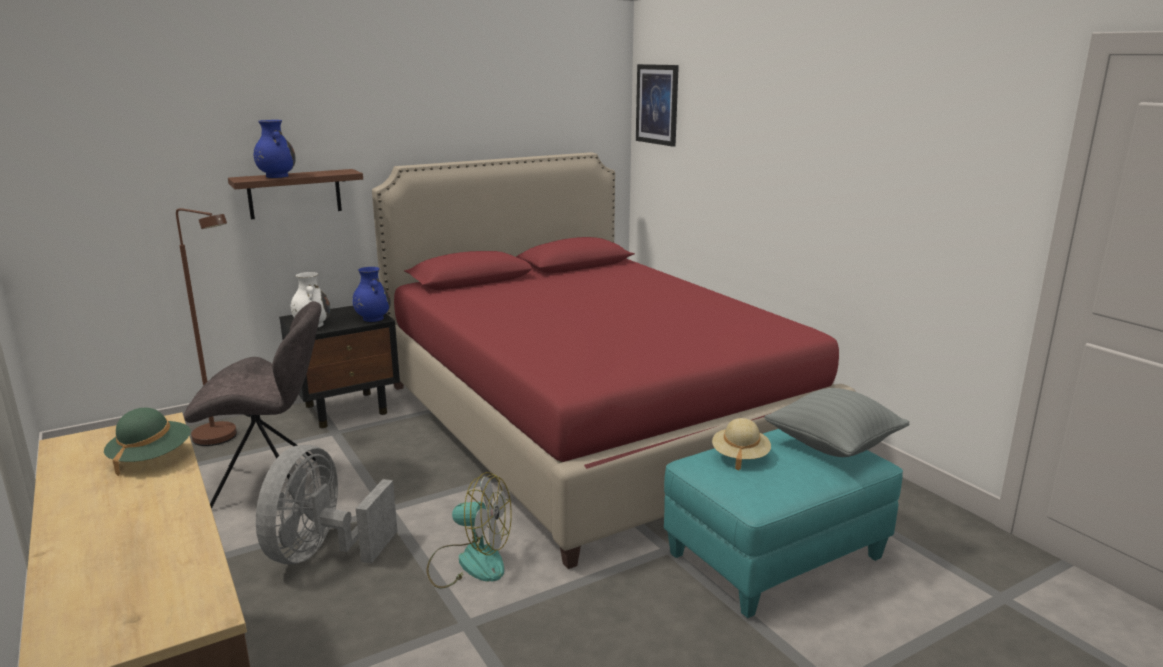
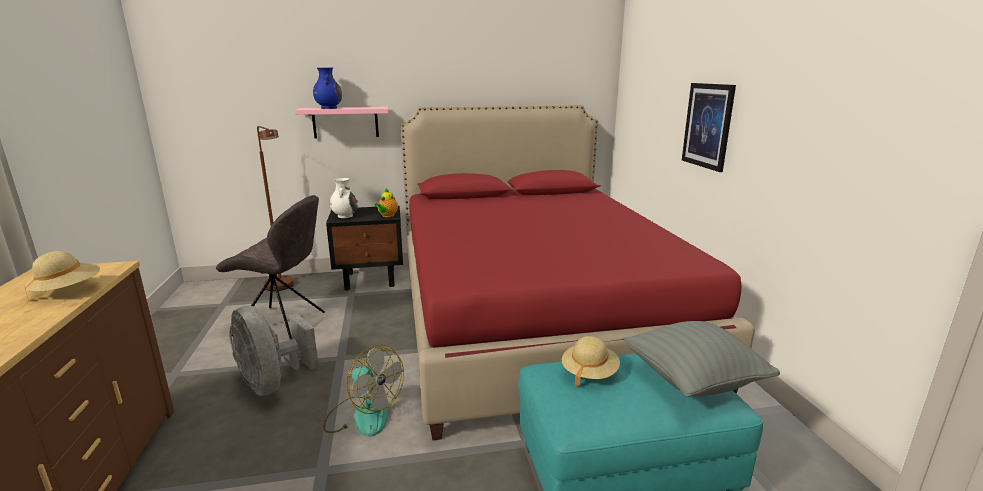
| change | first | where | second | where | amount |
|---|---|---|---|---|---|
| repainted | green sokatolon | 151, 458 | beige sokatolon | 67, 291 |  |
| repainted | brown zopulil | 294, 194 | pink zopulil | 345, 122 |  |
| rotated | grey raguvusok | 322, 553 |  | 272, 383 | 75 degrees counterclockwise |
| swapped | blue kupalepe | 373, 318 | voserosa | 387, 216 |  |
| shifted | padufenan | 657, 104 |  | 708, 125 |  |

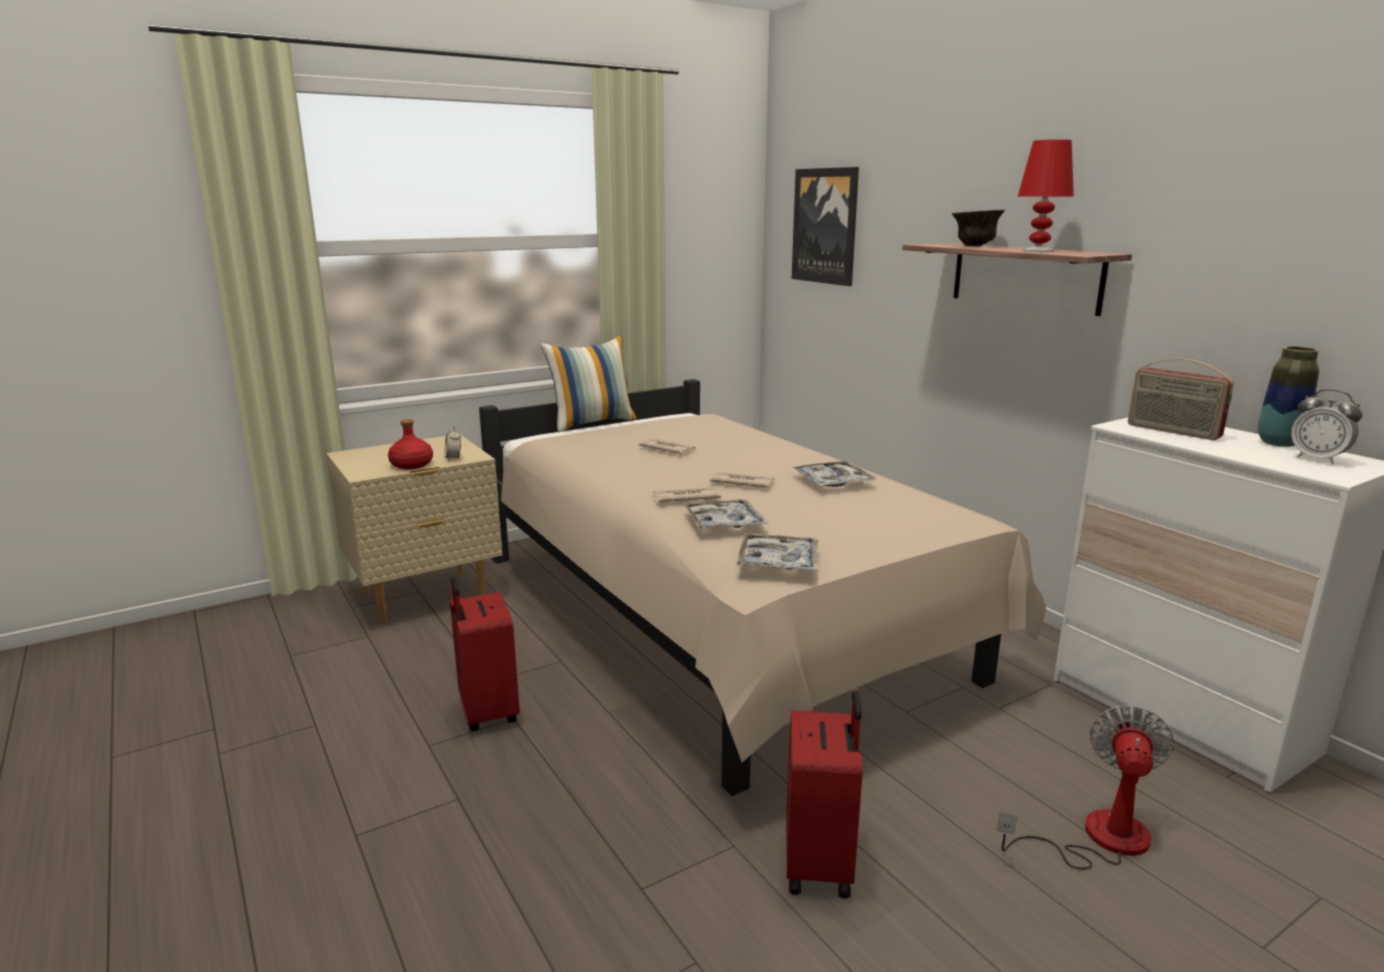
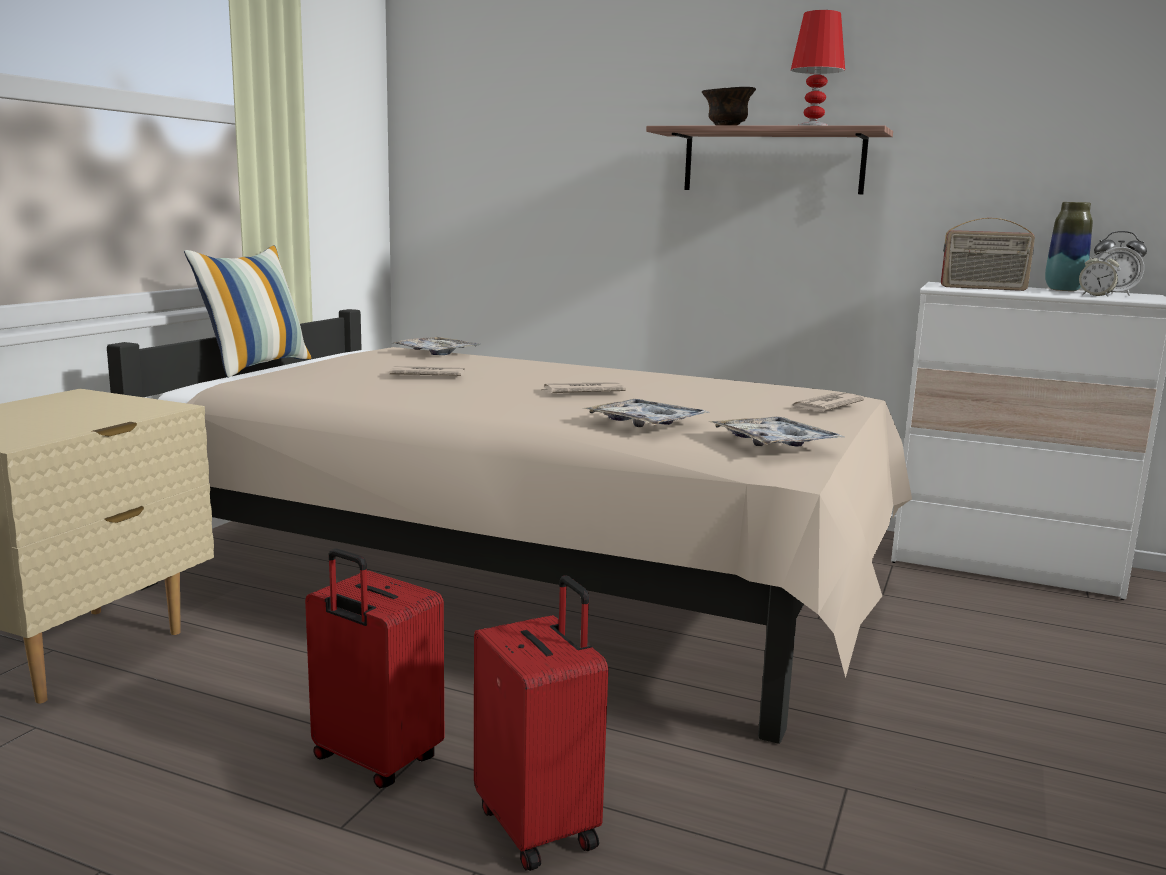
| change | first | where | second | where | amount |
|---|---|---|---|---|---|
| gone | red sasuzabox | 412, 465 |  |  |  |
| shifted | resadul | 453, 458 |  | 1095, 296 |  |
| shifted | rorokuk | 685, 498 |  | 825, 406 |  |
| shifted | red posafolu | 820, 864 |  | 540, 826 |  |
| gone | padufenan | 825, 226 |  |  |  |
| shifted | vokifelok | 833, 482 |  | 436, 353 |  |
| gone | raguvusok | 1097, 838 |  |  |  |

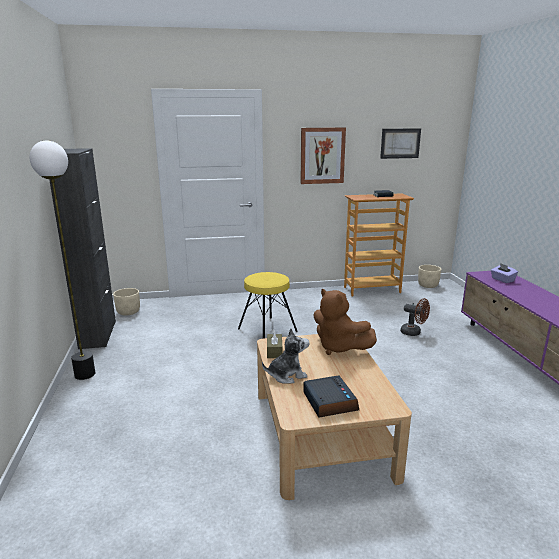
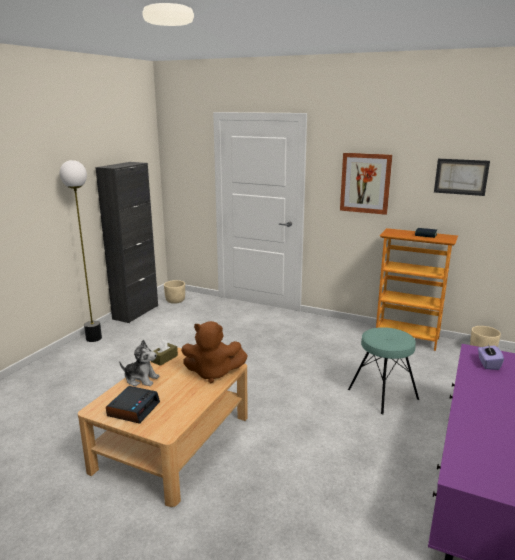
| change | first | where | second | where | amount |
|---|---|---|---|---|---|
| gone | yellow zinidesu | 267, 330 |  |  |  |
| rotated | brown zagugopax | 339, 347 |  | 213, 373 | 75 degrees counterclockwise |
| swapped | brown raguvusok | 413, 333 | turquoise zinidesu | 383, 394 |  |

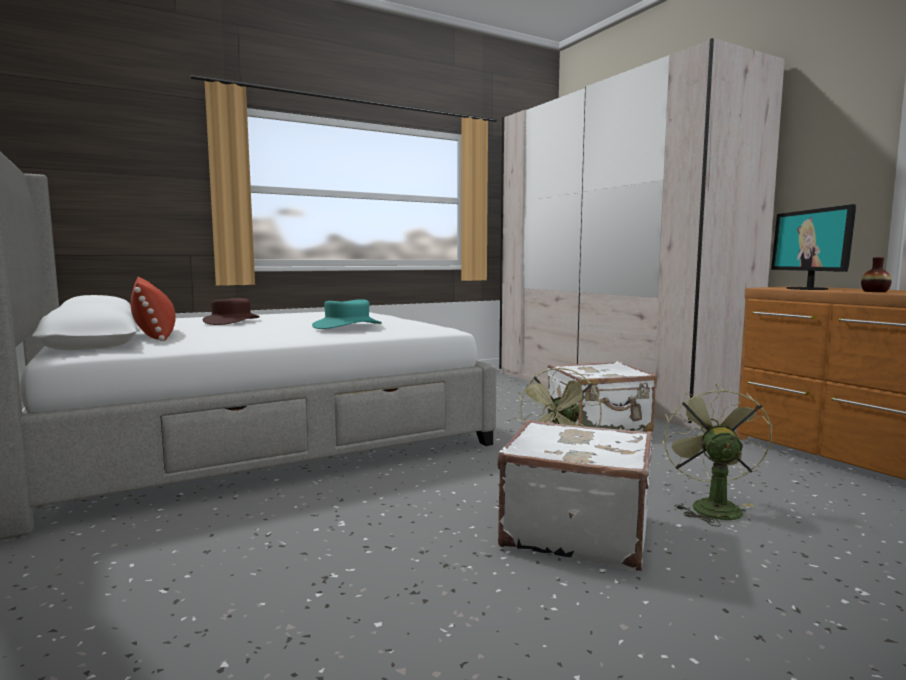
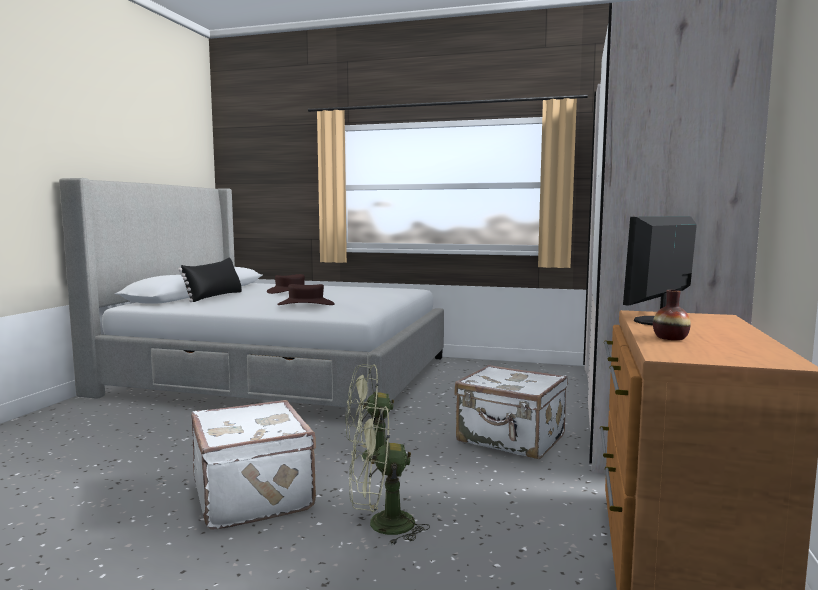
| change | first | where | second | where | amount |
|---|---|---|---|---|---|
| repainted | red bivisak | 155, 334 | black bivisak | 214, 296 |  |
| repainted | turquoise sokatolon | 347, 326 | brown sokatolon | 306, 304 |  |
| rotated | green raguvusok | 711, 506 |  | 381, 526 | 150 degrees counterclockwise |

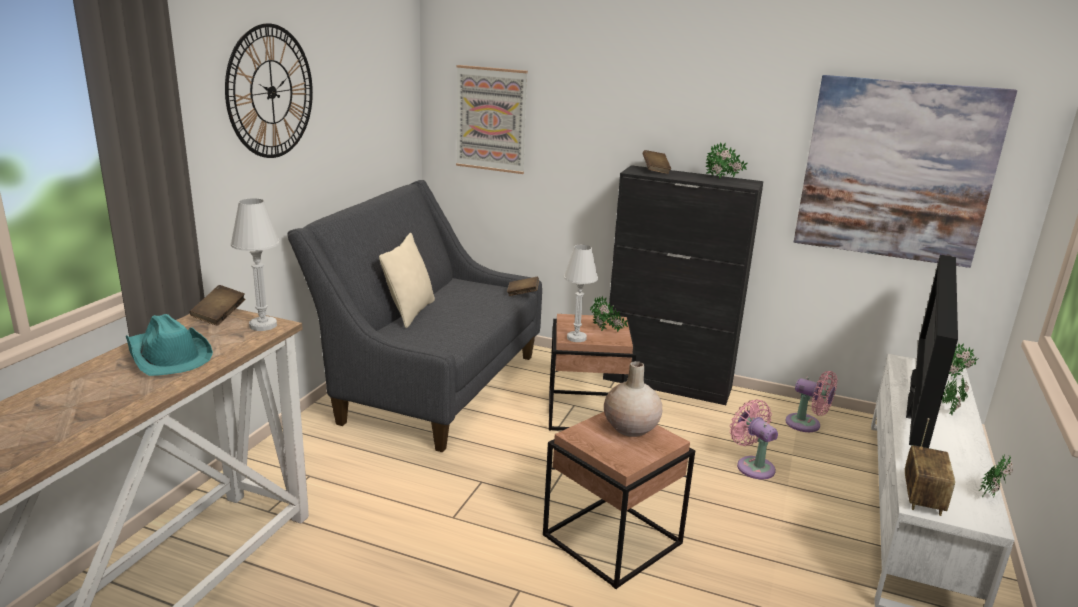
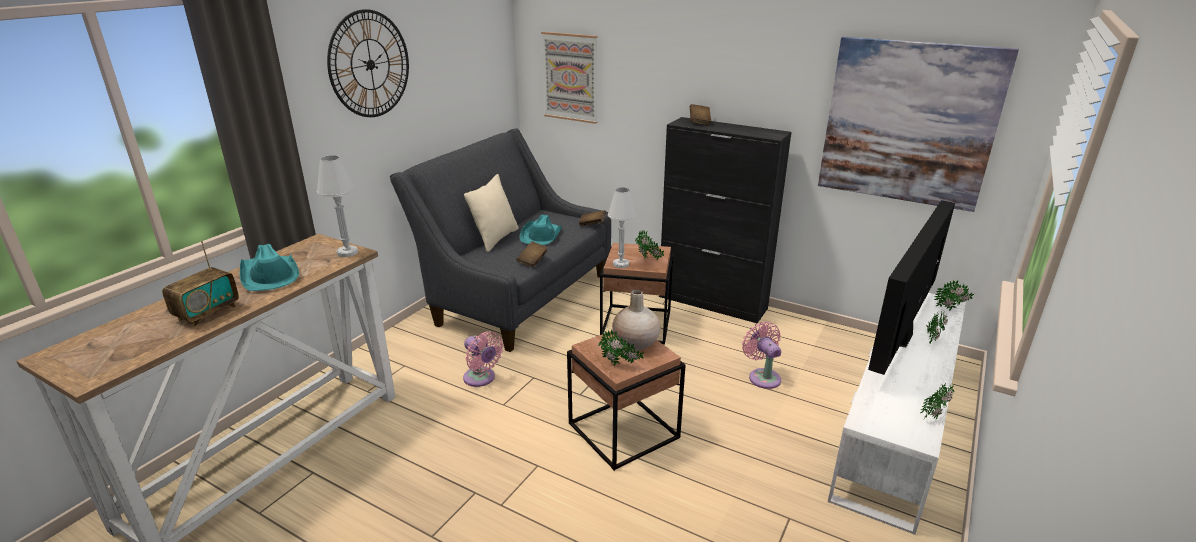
| change | first | where | second | where | amount |
|---|---|---|---|---|---|
| shifted | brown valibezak | 219, 316 |  | 532, 261 |  |
| shifted | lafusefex | 723, 178 |  | 620, 365 |  |
| shifted | pink raguvusok | 806, 425 |  | 481, 379 |  |
| shifted | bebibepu | 922, 498 |  | 207, 313 |  |
| new |  |  | turquoise sokatolon | 541, 235 |  |

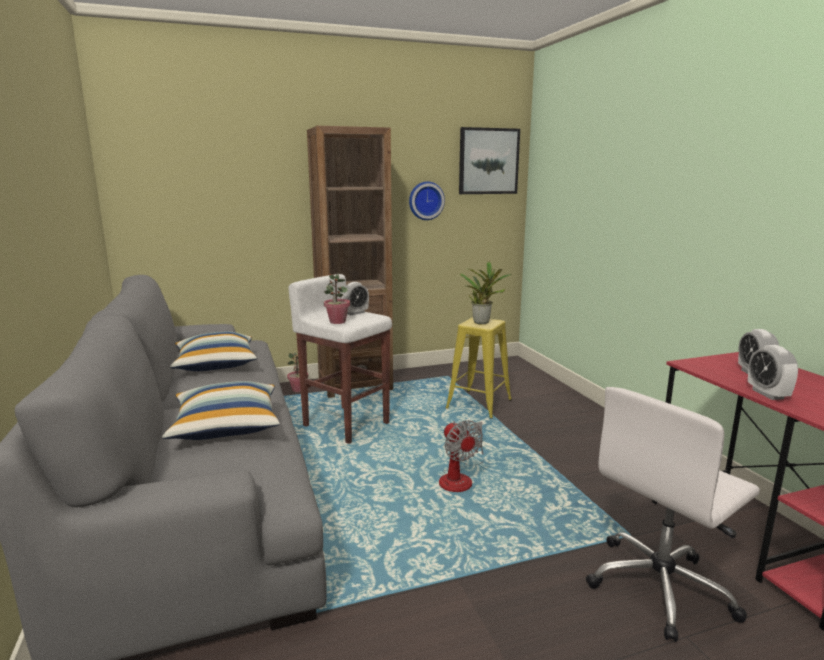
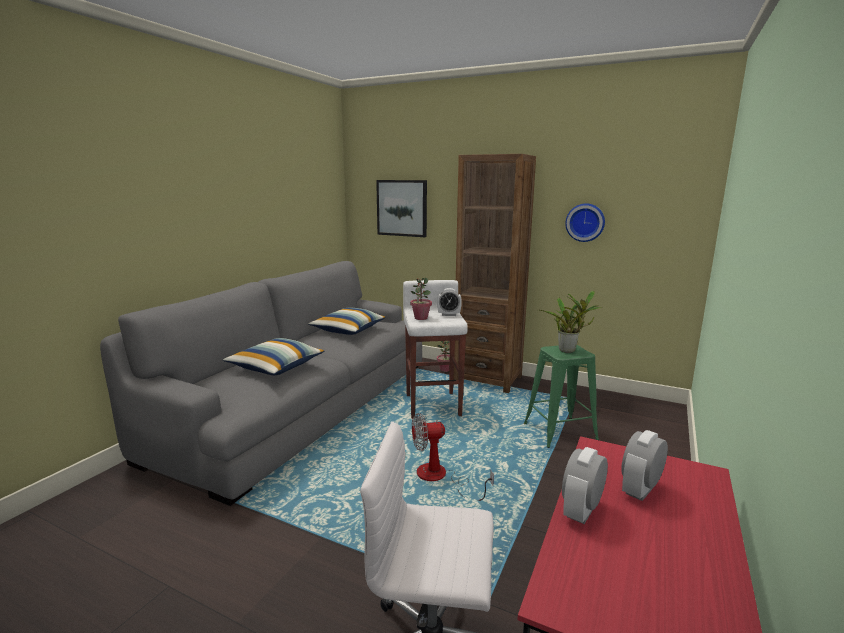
| change | first | where | second | where | amount |
|---|---|---|---|---|---|
| rotated | raguvusok | 460, 478 |  | 440, 478 | 60 degrees clockwise |
| repainted | yellow zinidesu | 479, 404 | green zinidesu | 560, 432 |  |
| shifted | padufenan | 488, 161 |  | 402, 208 |  |

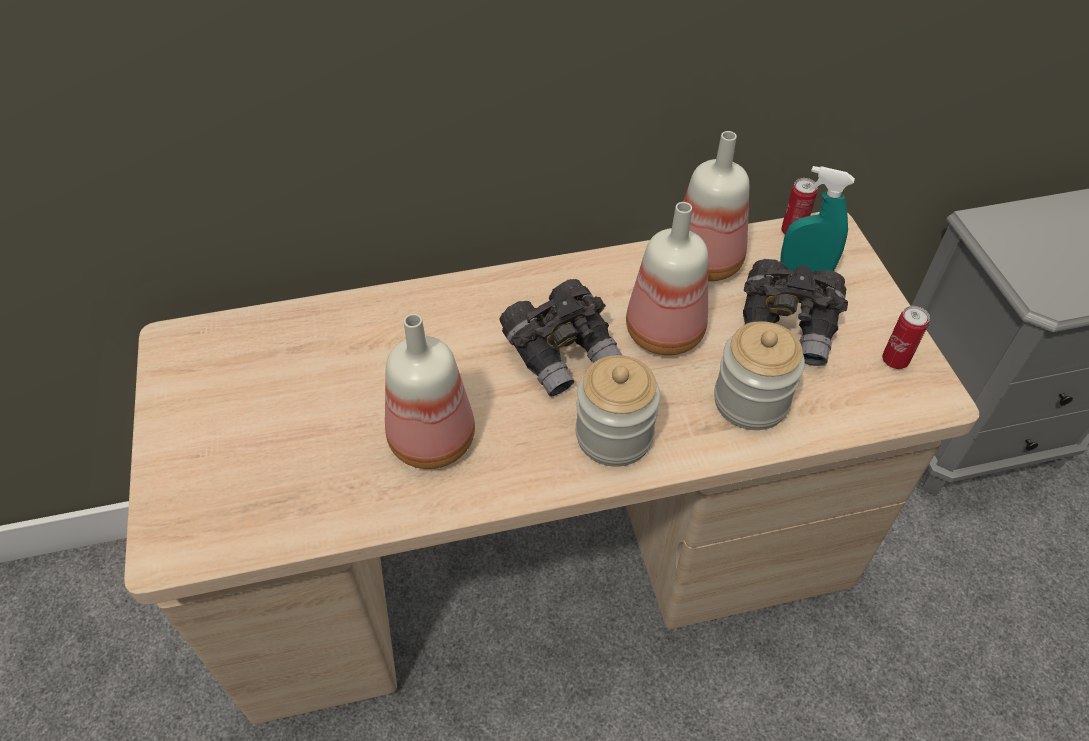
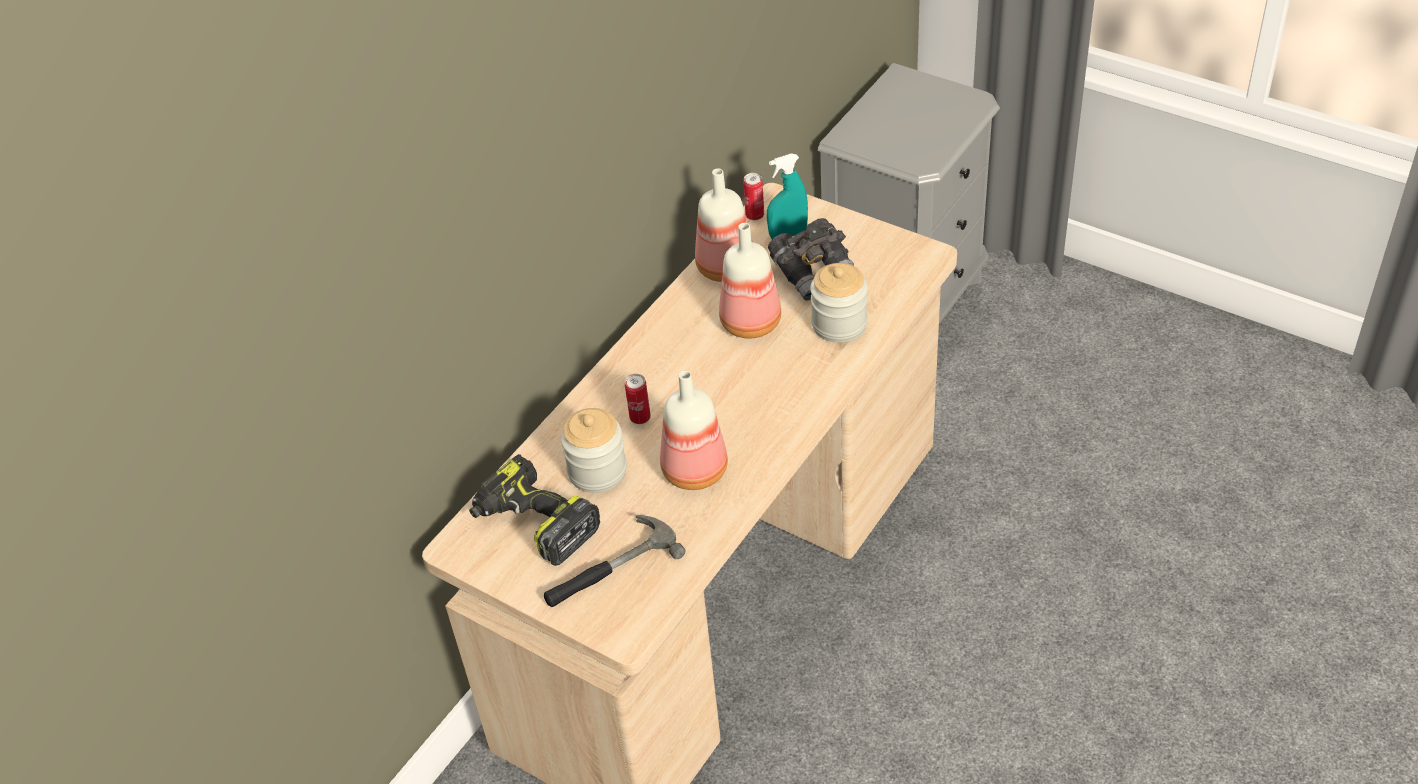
| change | first | where | second | where | amount |
|---|---|---|---|---|---|
| gone | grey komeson | 562, 353 |  |  |  |
| shifted | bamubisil | 614, 435 |  | 597, 471 |  |
| shifted | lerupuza | 894, 360 |  | 640, 418 |  |
| new |  |  | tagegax | 534, 523 |  |
| new |  |  | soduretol | 609, 568 |  |

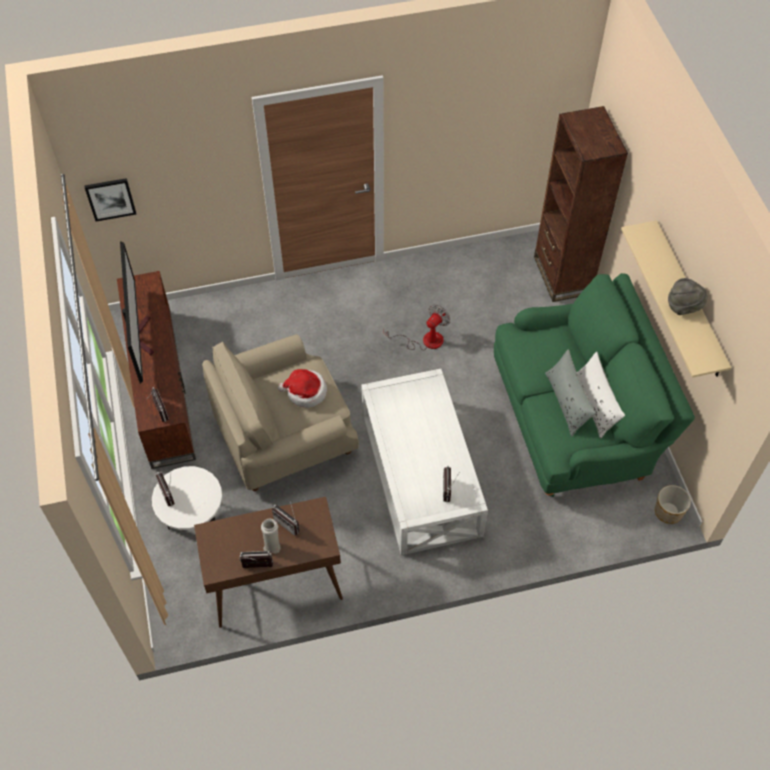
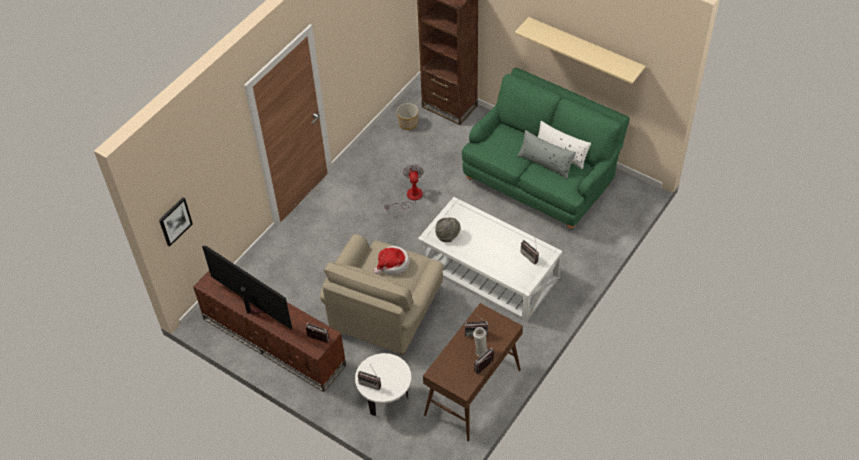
| change | first | where | second | where | amount |
|---|---|---|---|---|---|
| shifted | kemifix | 668, 512 |  | 408, 123 |  |
| shifted | grey sokatolon | 683, 306 |  | 447, 235 |  |

